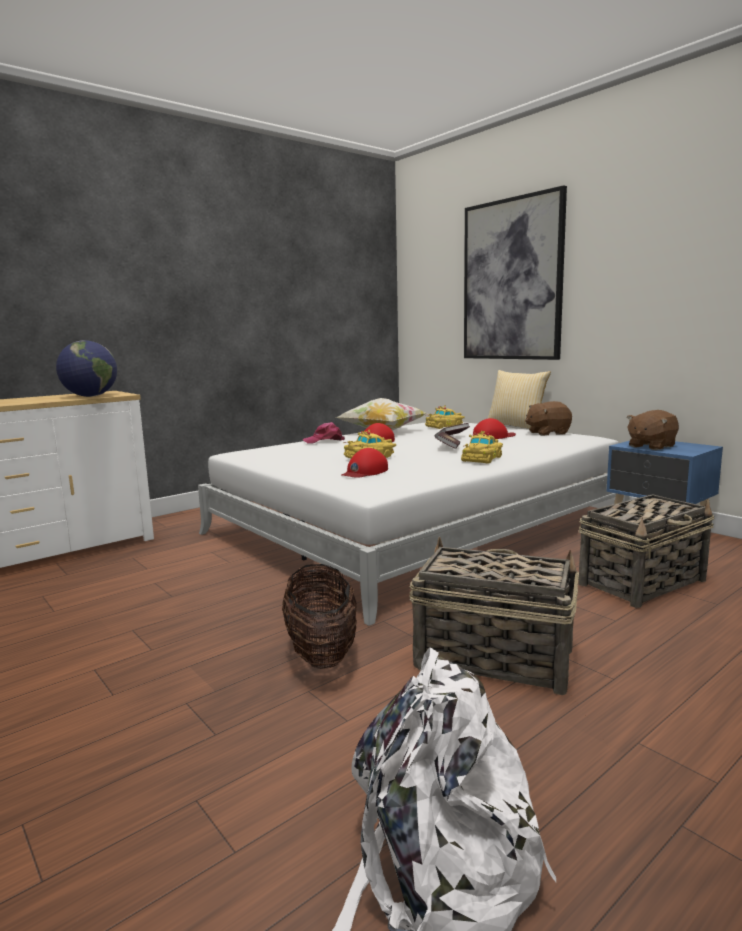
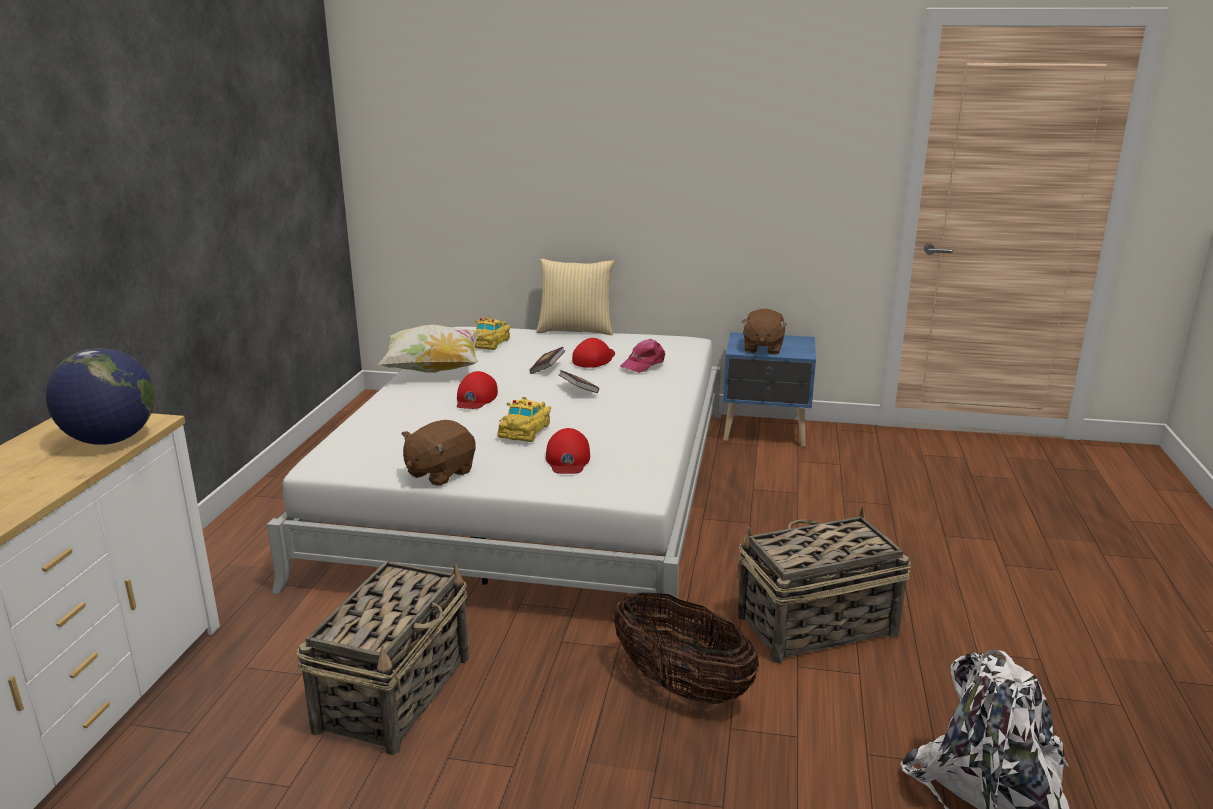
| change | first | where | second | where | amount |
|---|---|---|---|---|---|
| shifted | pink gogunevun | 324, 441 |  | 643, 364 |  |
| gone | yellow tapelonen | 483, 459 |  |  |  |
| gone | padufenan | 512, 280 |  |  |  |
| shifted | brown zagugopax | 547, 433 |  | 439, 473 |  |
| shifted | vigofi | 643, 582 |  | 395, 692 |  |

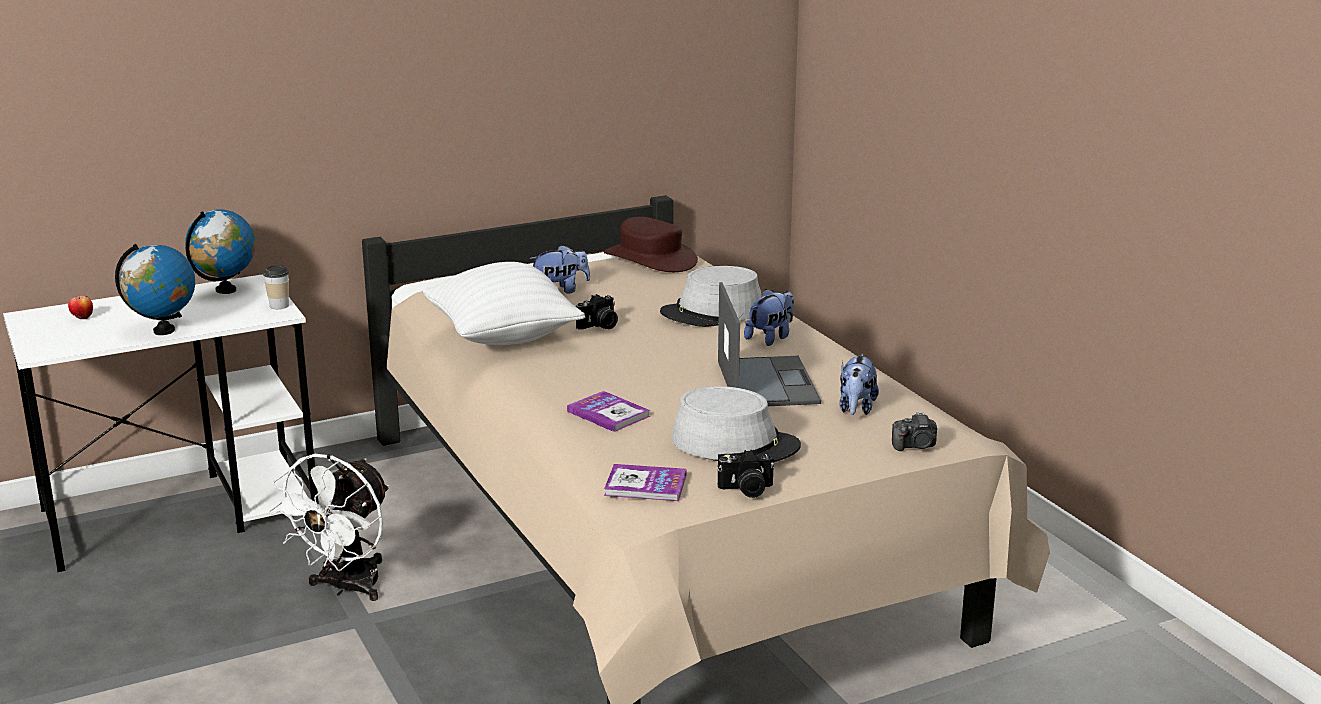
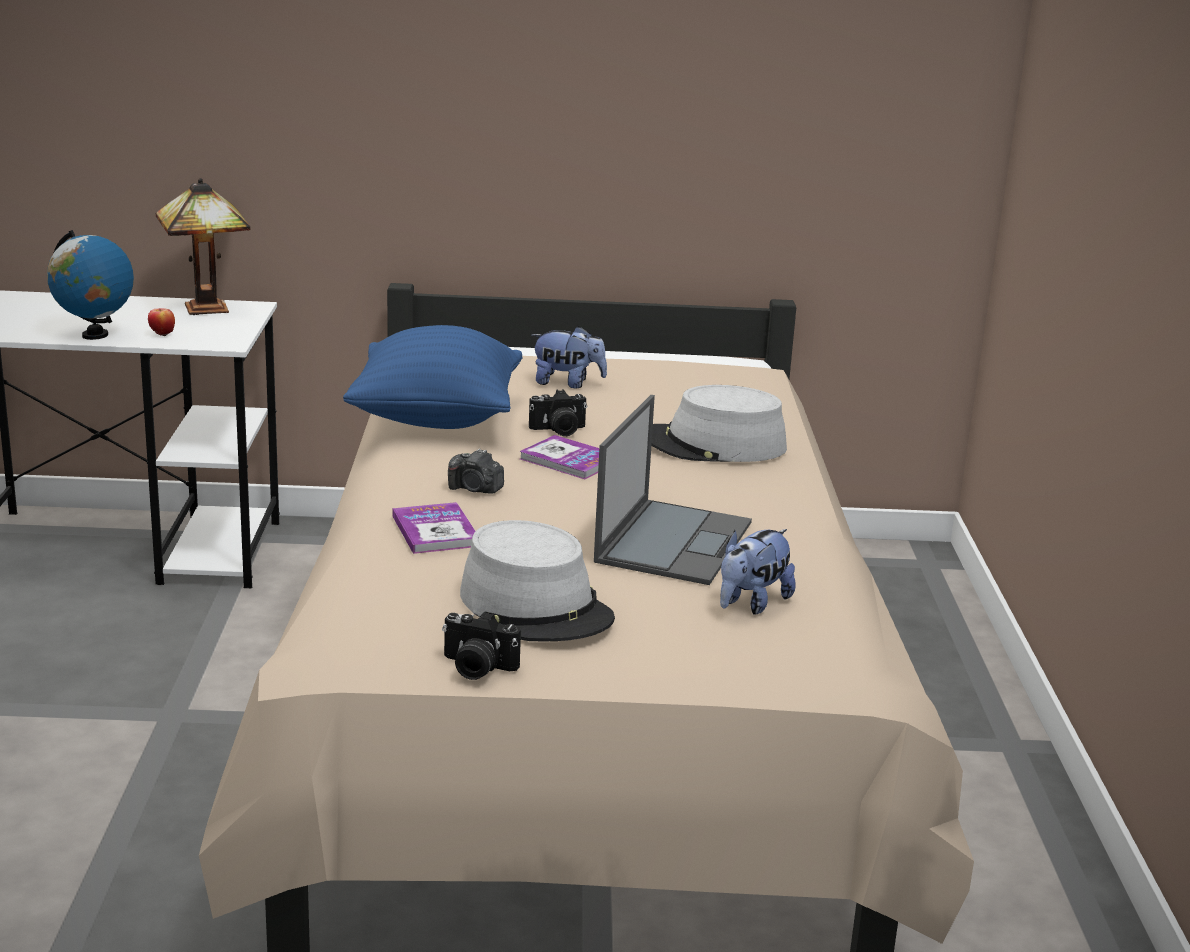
| change | first | where | second | where | amount |
|---|---|---|---|---|---|
| shifted | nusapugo | 82, 318 |  | 162, 335 |  |
| swapped | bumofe | 226, 290 | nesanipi | 209, 309 |  |
| gone | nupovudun | 279, 306 |  |  |  |
| gone | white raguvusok | 346, 588 |  |  |  |
| repainted | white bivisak | 503, 338 | blue bivisak | 436, 419 |  |
| gone | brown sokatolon | 651, 258 |  |  |  |
| shifted | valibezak | 645, 485 |  | 569, 460 |  |
| gone | zagugopax | 771, 338 |  |  |  |
| shifted | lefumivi | 915, 446 |  | 475, 489 |  |

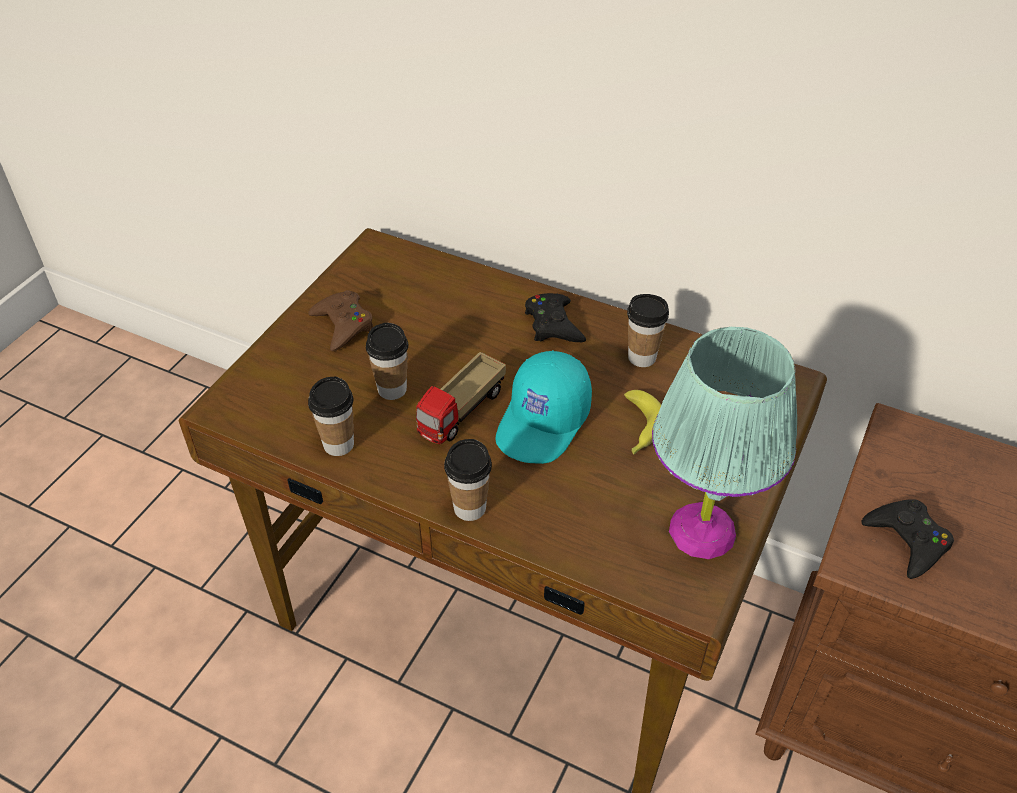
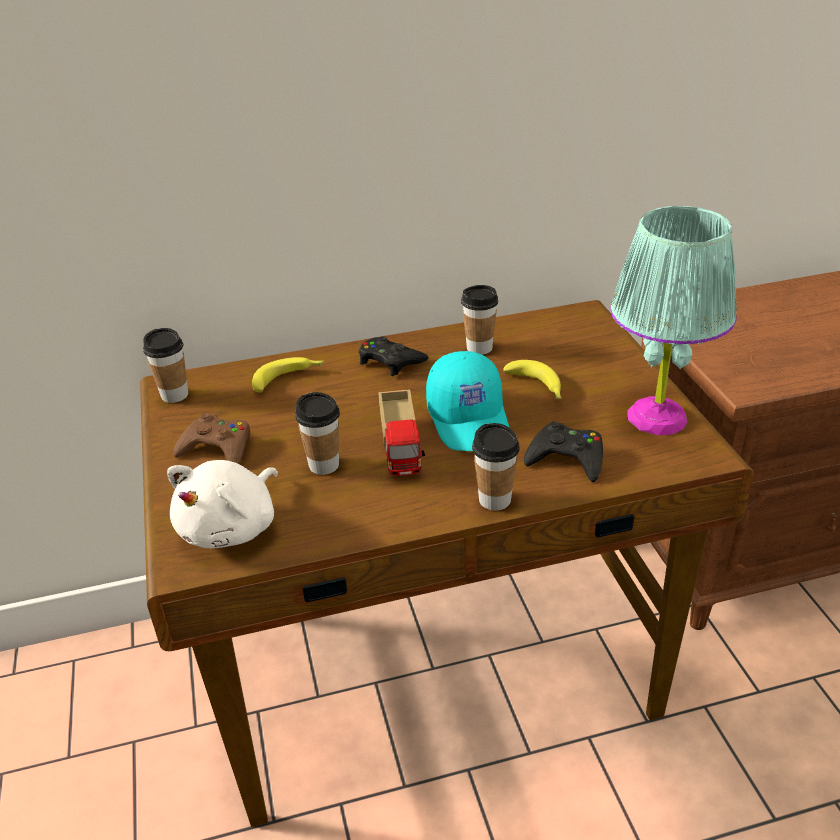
| change | first | where | second | where | amount |
|---|---|---|---|---|---|
| shifted | nupovudun | 338, 444 |  | 174, 395 |  |
| shifted | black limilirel | 907, 541 |  | 567, 458 |  |
| new |  |  | white zagugopax | 232, 527 |  |
| new |  |  | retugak | 289, 379 |  |

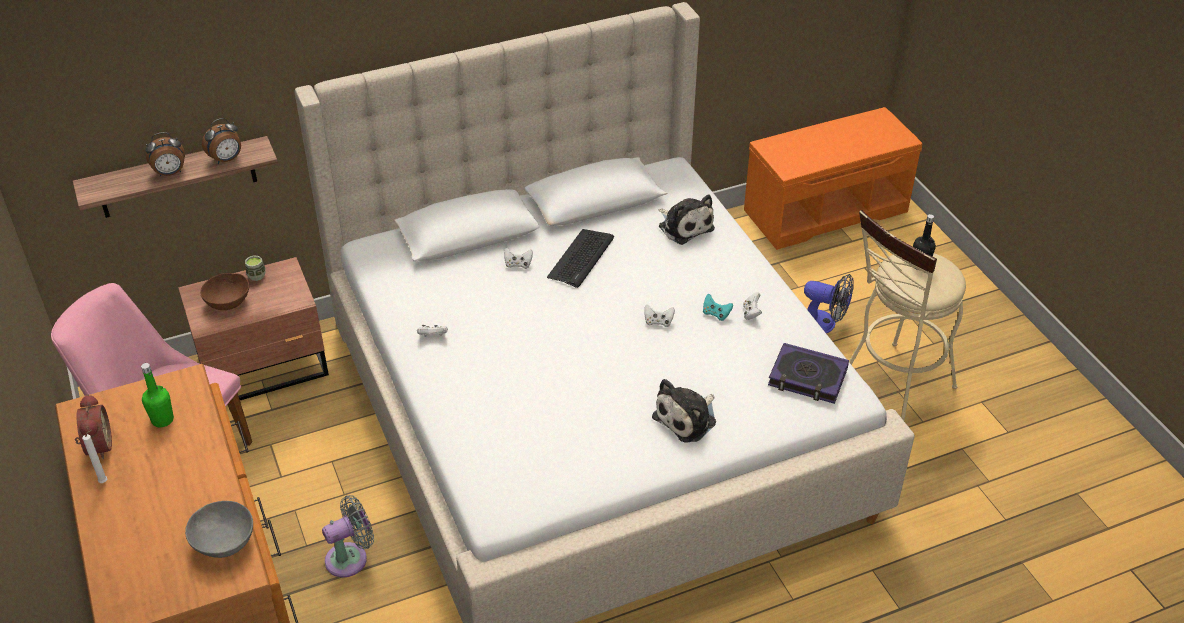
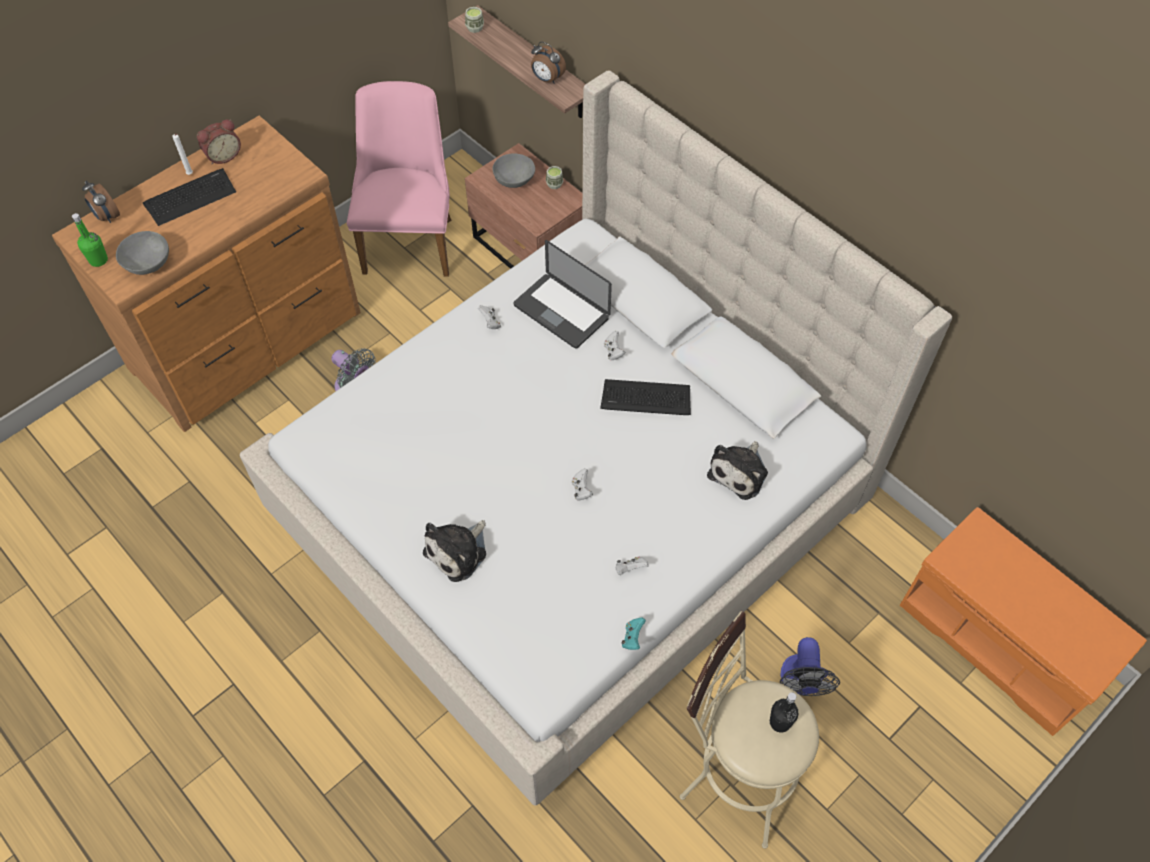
| change | first | where | second | where | amount |
|---|---|---|---|---|---|
| shifted | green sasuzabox | 162, 420 |  | 98, 260 |  |
| shifted | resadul | 170, 173 |  | 107, 216 |  |
| repainted | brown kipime | 228, 302 | grey kipime | 514, 180 |  |
| rotated | zagugopax | 687, 418 |  | 458, 551 | 75 degrees counterclockwise |
| shifted | turquoise limilirel | 716, 314 |  | 632, 638 |  |
| gone | valibezak | 807, 378 |  |  |  |
| new |  |  | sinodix | 190, 197 |  |
| new |  |  | nupovudun | 475, 28 |  |
| new |  |  | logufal | 561, 312 |  |

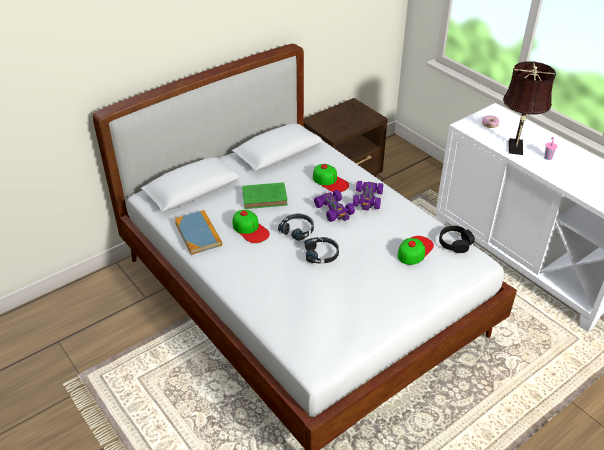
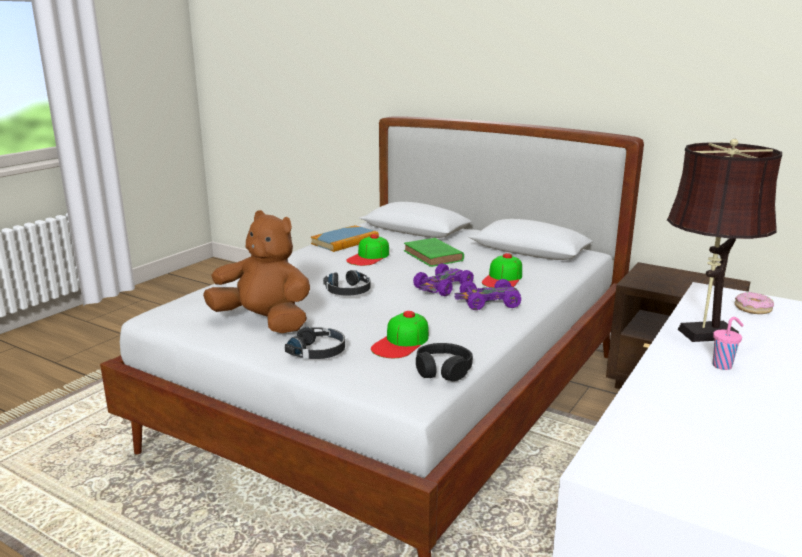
| change | first | where | second | where | amount |
|---|---|---|---|---|---|
| shifted | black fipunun | 297, 230 |  | 318, 351 |  |
| rotated | gogunevun | 415, 250 |  | 401, 342 | 105 degrees clockwise |
| new |  |  | brown zagugopax | 264, 322 |  |

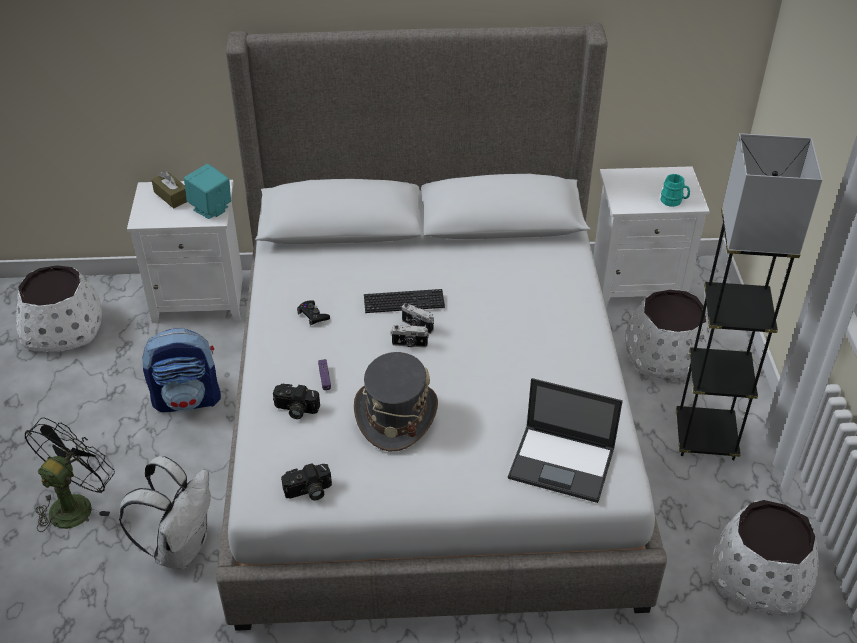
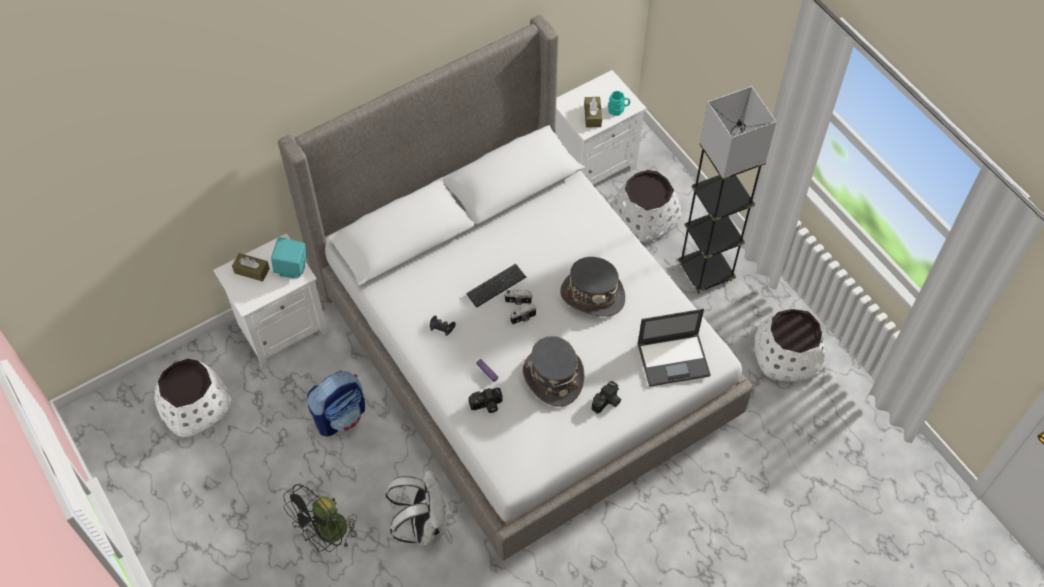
| change | first | where | second | where | amount |
|---|---|---|---|---|---|
| rotated | black raguvusok | 76, 504 |  | 326, 534 | 135 degrees counterclockwise |
| shifted | lefumivi | 308, 491 |  | 607, 402 |  |
| new |  |  | grey sokatolon | 592, 295 |  |
| new |  |  | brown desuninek | 592, 116 |  |

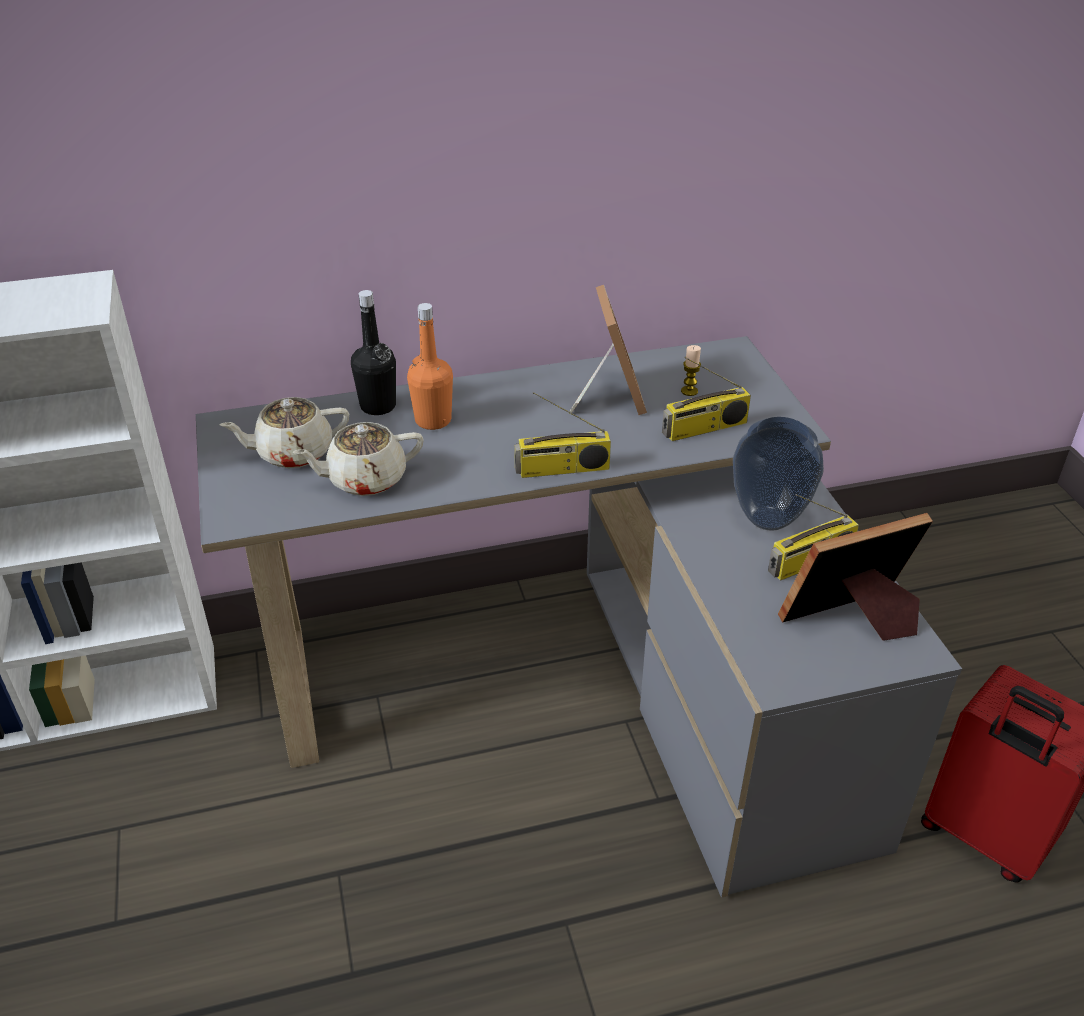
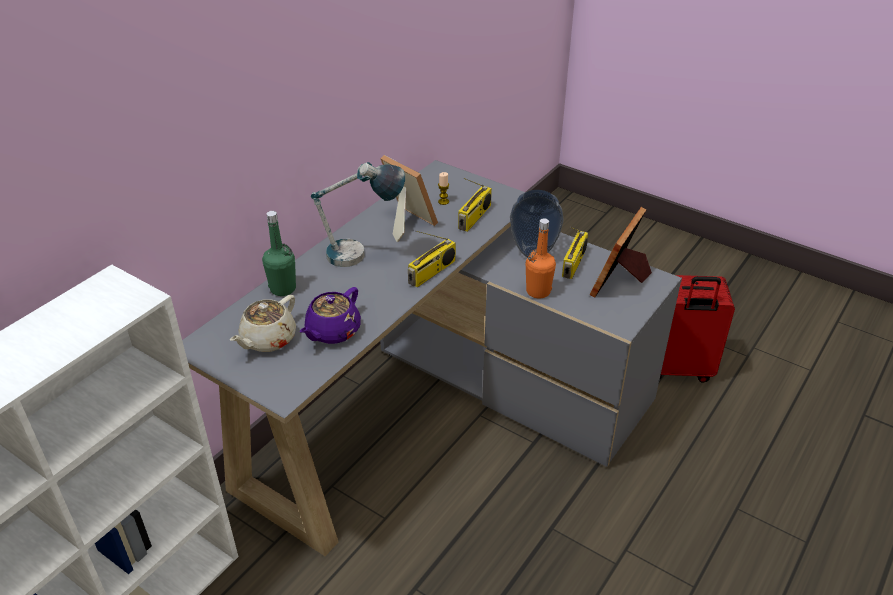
| change | first | where | second | where | amount |
|---|---|---|---|---|---|
| repainted | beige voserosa | 365, 479 | purple voserosa | 332, 332 |  |
| repainted | black sasuzabox | 378, 406 | green sasuzabox | 283, 289 |  |
| shifted | orange sasuzabox | 433, 420 |  | 538, 291 |  |
| new |  |  | nesanipi | 362, 257 |  |

